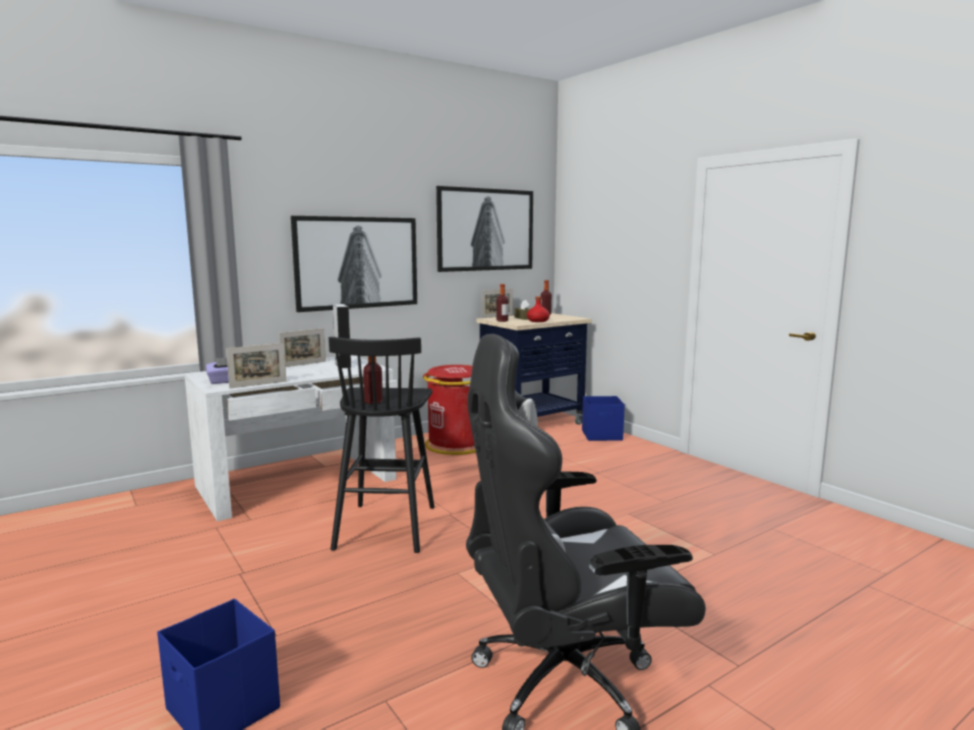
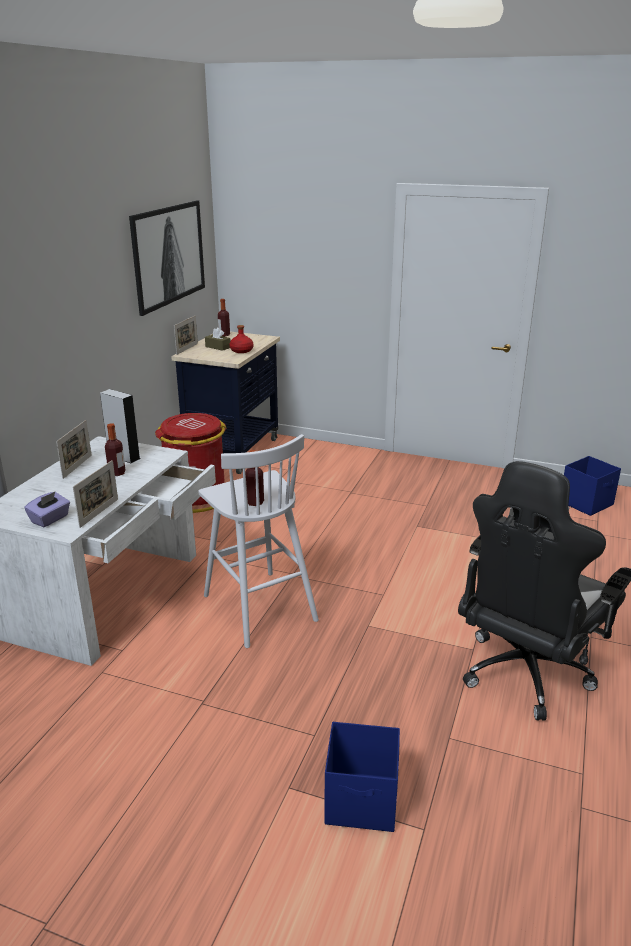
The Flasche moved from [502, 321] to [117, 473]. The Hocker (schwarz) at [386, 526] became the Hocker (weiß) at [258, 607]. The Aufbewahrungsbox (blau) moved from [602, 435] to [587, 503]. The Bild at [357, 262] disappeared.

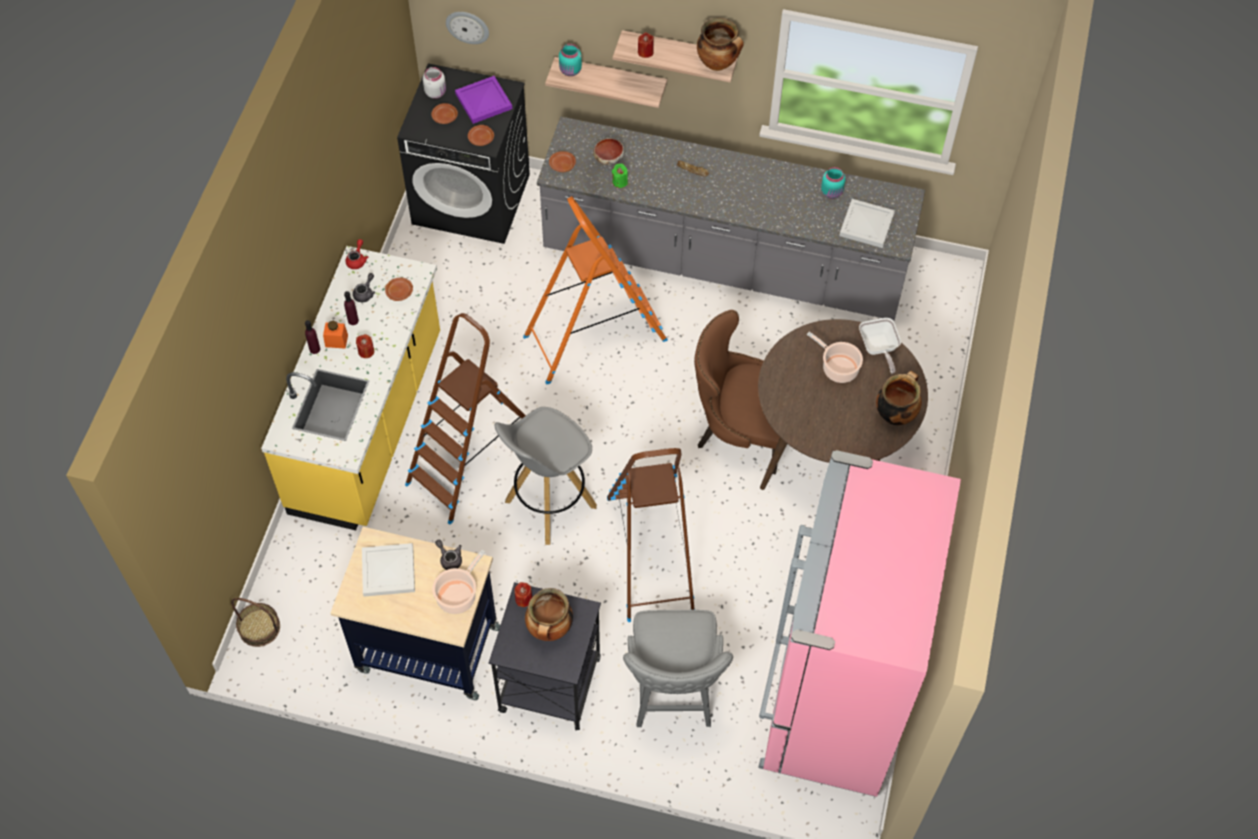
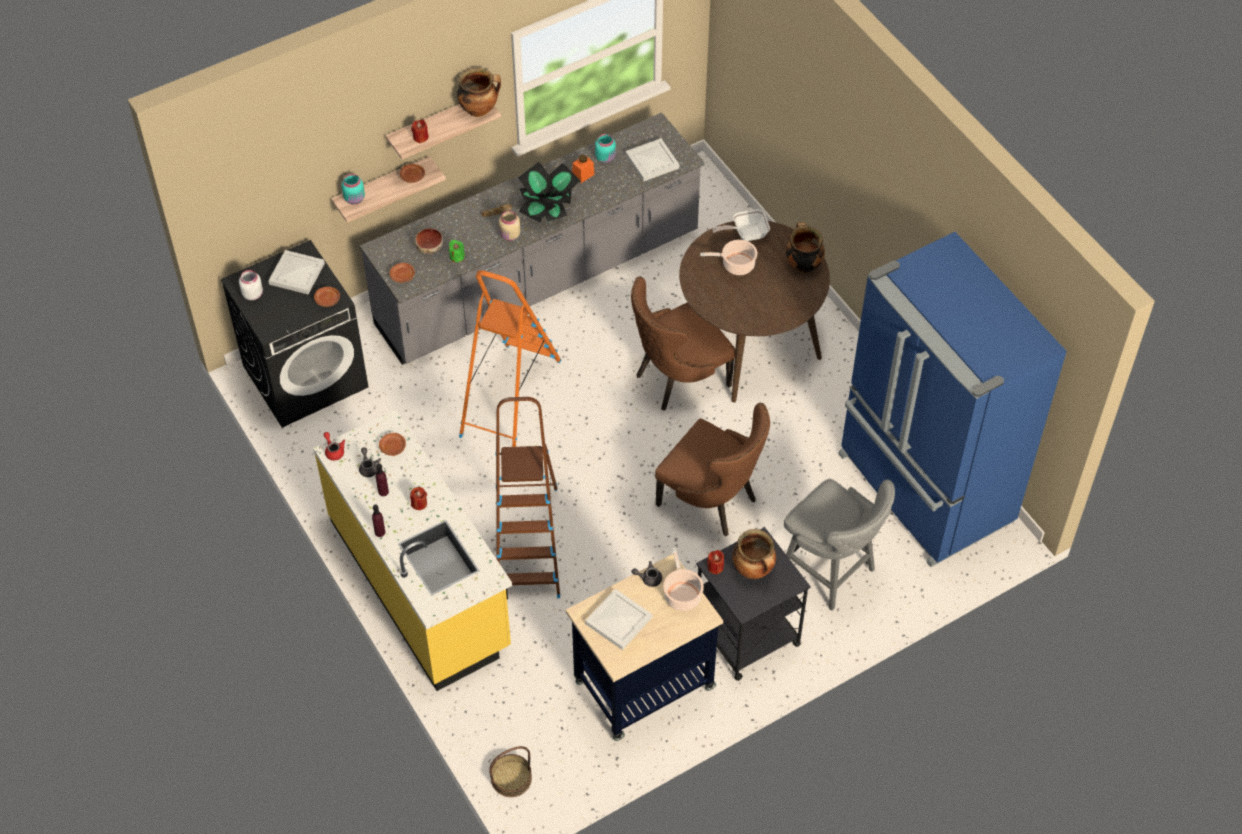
The Tablett (lila) at [484, 100] became the Tablett (weiß) at [296, 273]. The Teller (braun) moved from [445, 117] to [413, 177]. The Vorratsglas (beige) at [510, 235] appeared. The Topfpflanze at [548, 209] appeared. The Vorratsglas (orange) moved from [336, 341] to [583, 175]. The Trittleiter (braun) at [649, 552] was replaced by the Stuhl (braun) at [711, 501]. The Pfanne at [878, 349] turned 135 degrees clockwise. The Kühlschrank (rosa) at [830, 699] became the Kühlschrank (blau) at [923, 490]. The Wanduhr at [467, 26] disappeared. The Hocker (grau) at [548, 504] disappeared.

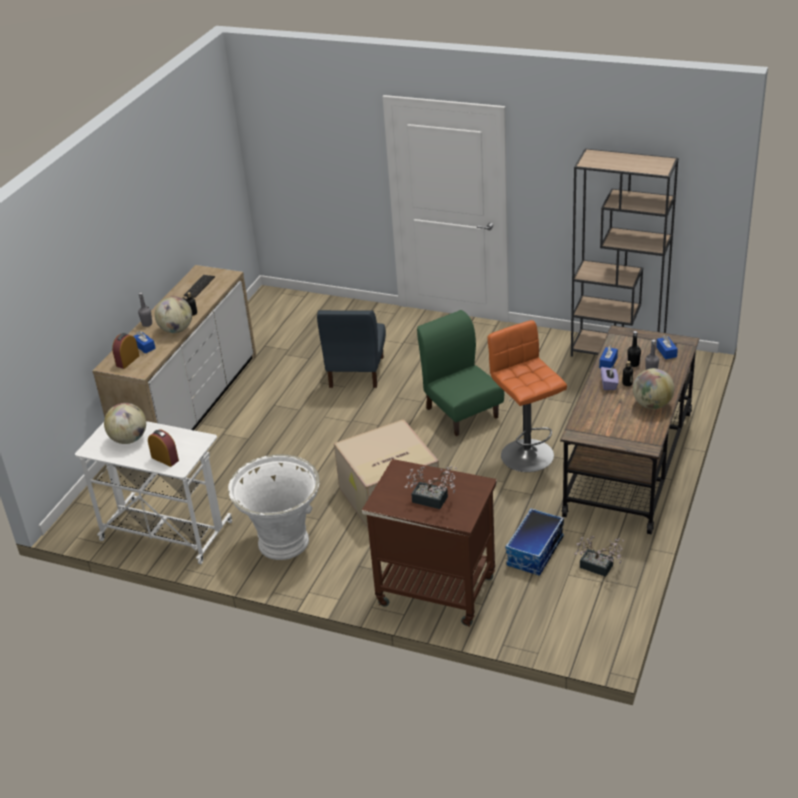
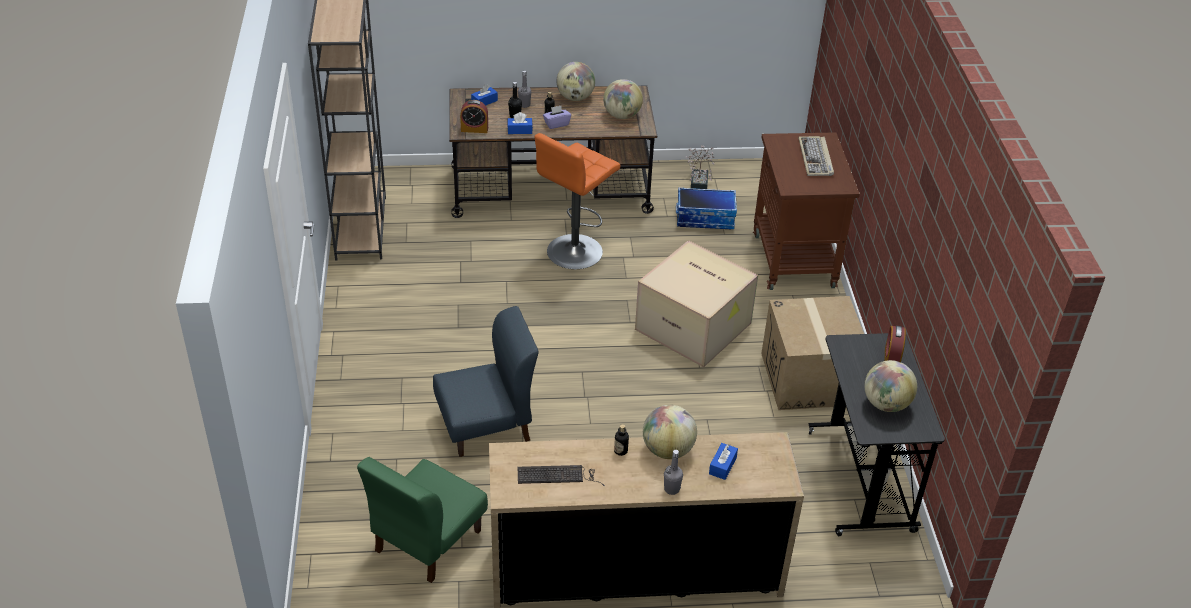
The Stuhl (grün) moved from [462, 412] to [427, 541]. The Wecker moved from [127, 361] to [474, 129]. The Globus at [622, 115] appeared. The Pflanzkübel (weiß) at [283, 543] was replaced by the Karton at [809, 379]. The Topfpflanze at [433, 500] was replaced by the Tastatur at [816, 158]. The Schreibtisch (weiß) at [166, 531] became the Schreibtisch (schwarz) at [860, 480].

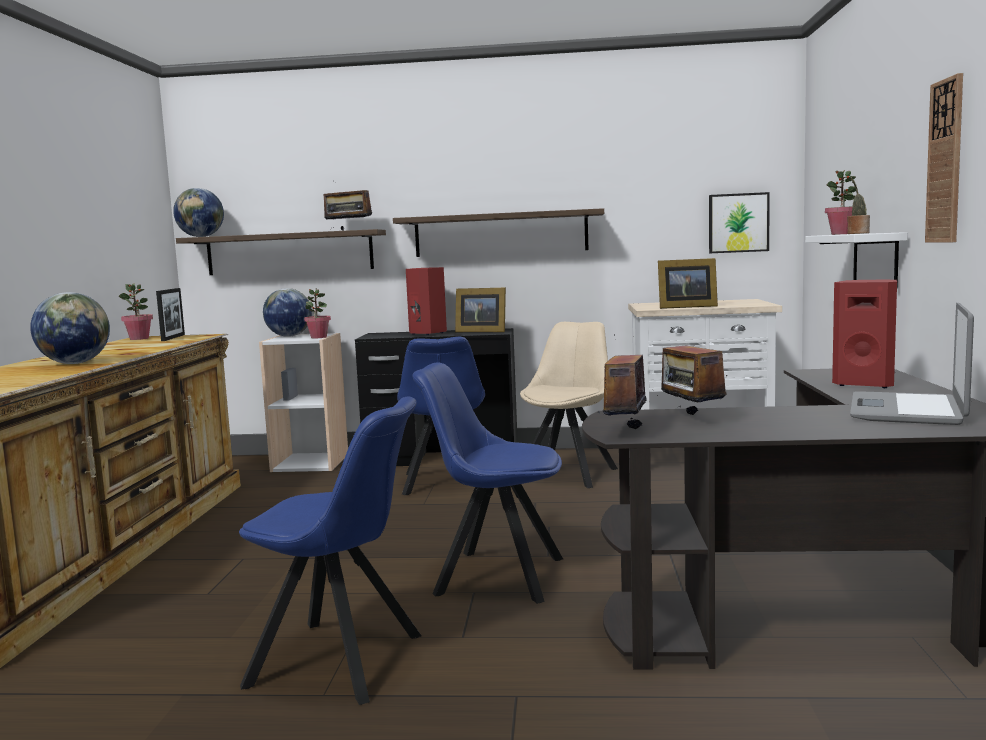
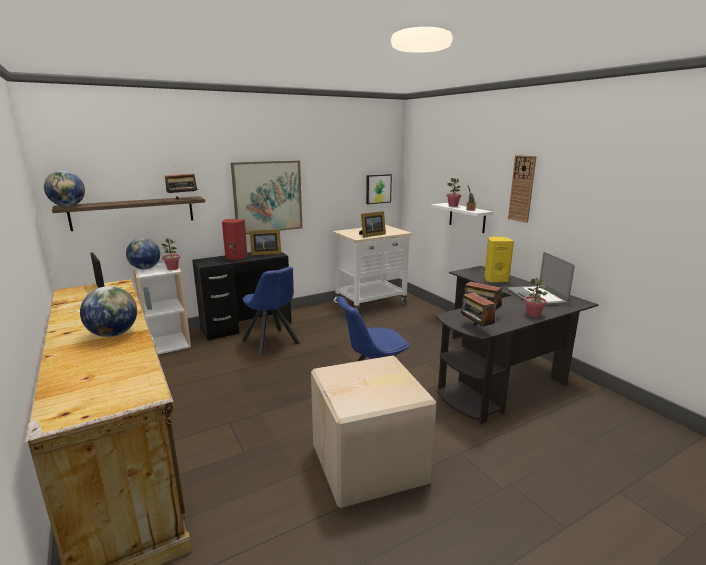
The Wandregal at [501, 234] was replaced by the Bild at [268, 197]. The Stuhl (blau) at [340, 660] was replaced by the Karton at [370, 464]. The Lautsprecher (rot) at [865, 384] became the Lautsprecher (gelb) at [495, 280]. The Topfpflanze moved from [139, 339] to [533, 315]. The Stuhl (beige) at [568, 473] disappeared.

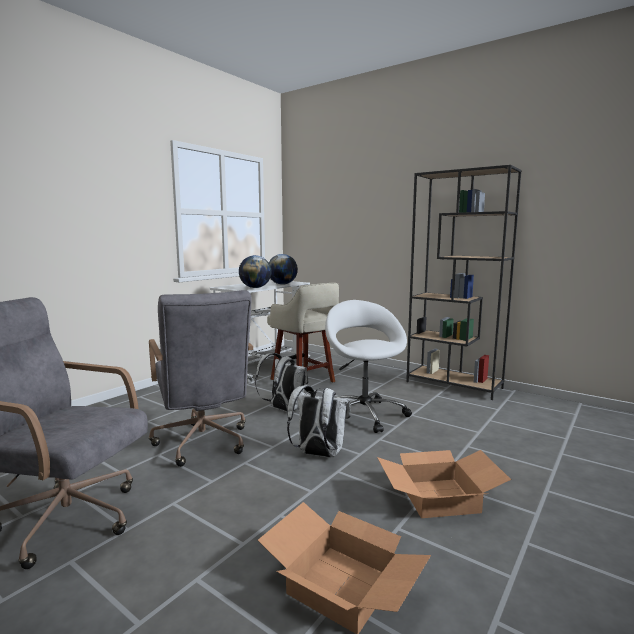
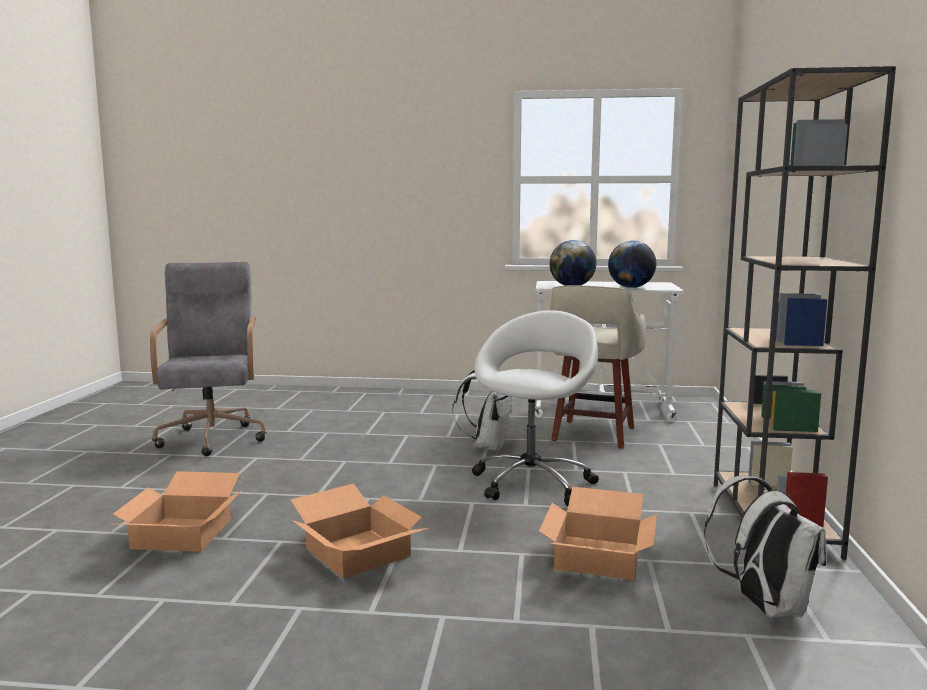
The Karton at [599, 557] appeared. The Rucksack (weiß) moved from [318, 454] to [764, 606]. The Bürostuhl (grau) at [203, 445] disappeared.

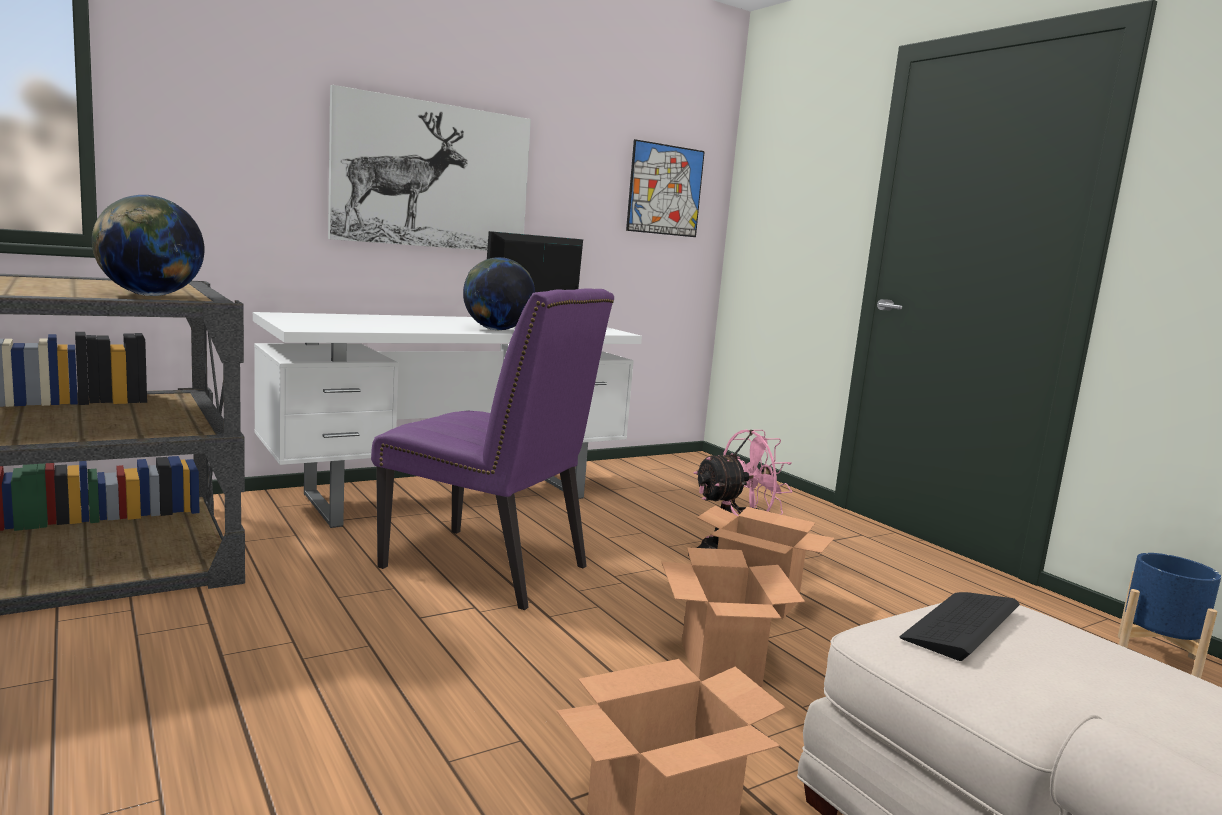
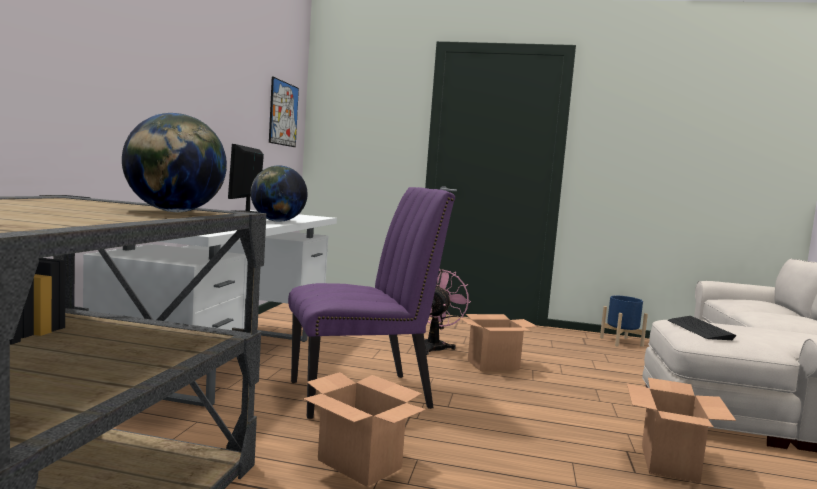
The Karton moved from [720, 665] to [360, 464]. The Bild at [432, 176] disappeared.

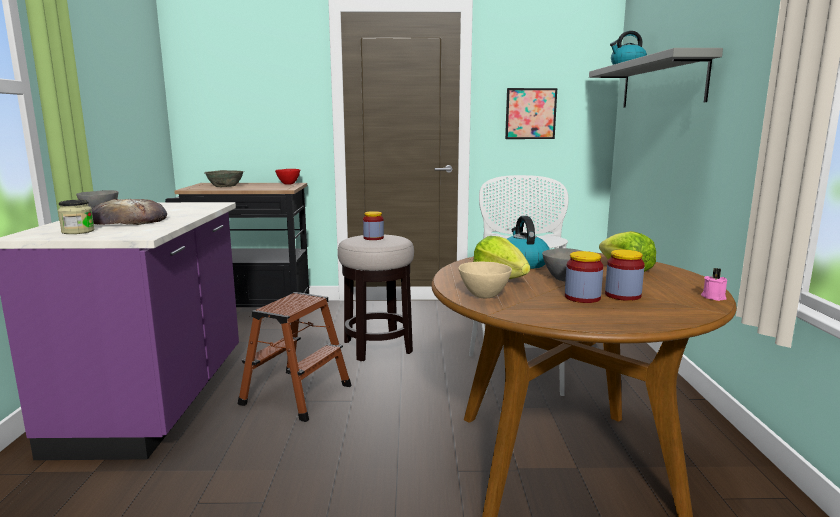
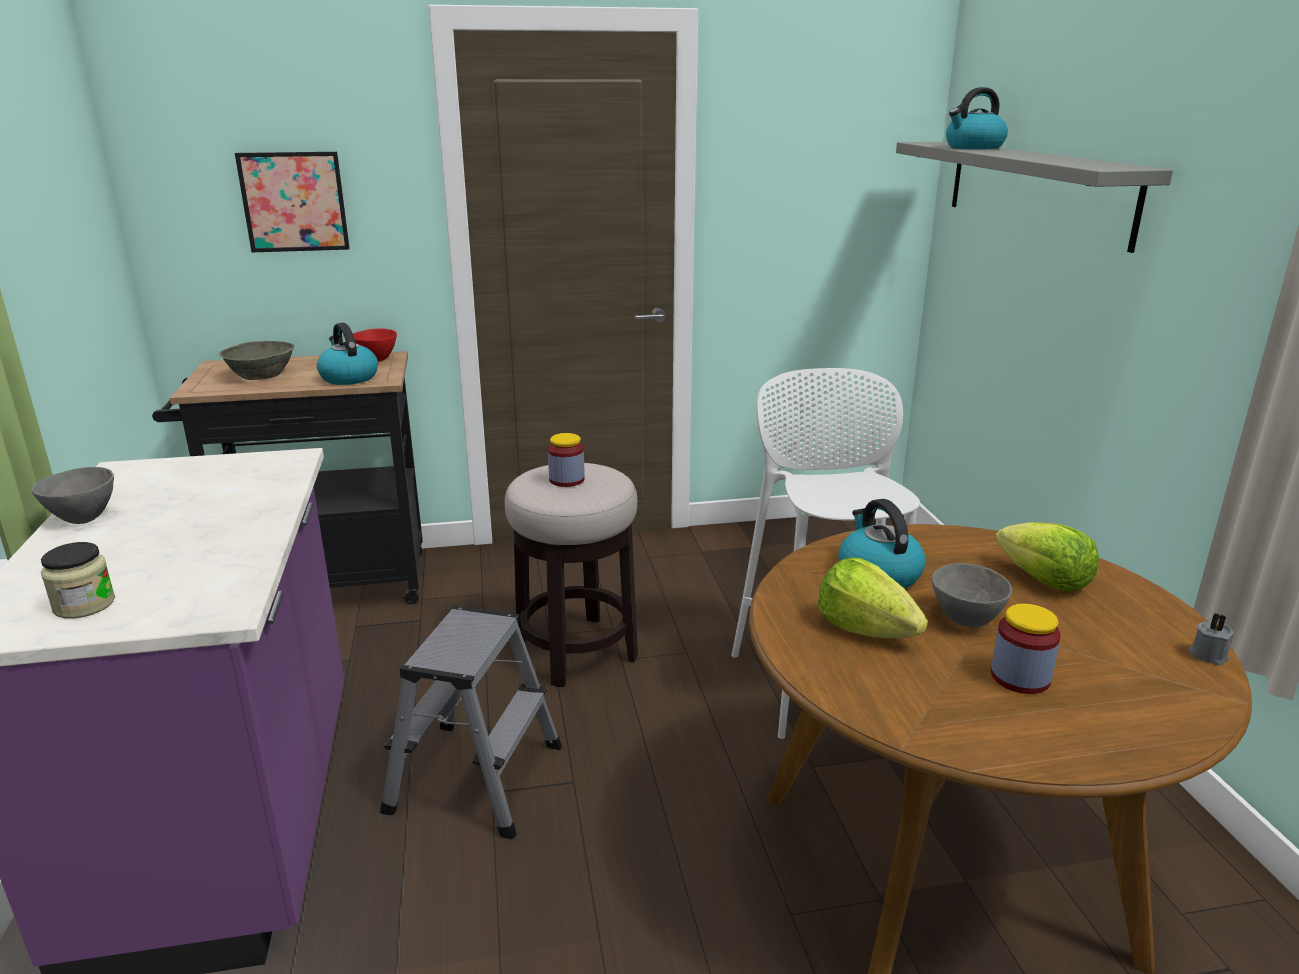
The Bild moved from [530, 113] to [294, 202]. The Wasserkessel at [348, 377] appeared. The Trittleiter (braun) at [296, 394] became the Trittleiter (grau) at [475, 777]. The Kerze (rosa) at [713, 297] became the Kerze (grau) at [1208, 654]. The Brot at [127, 220] disappeared. The Schüssel (beige) at [483, 296] disappeared. The Vorratsglas at [622, 295] disappeared.

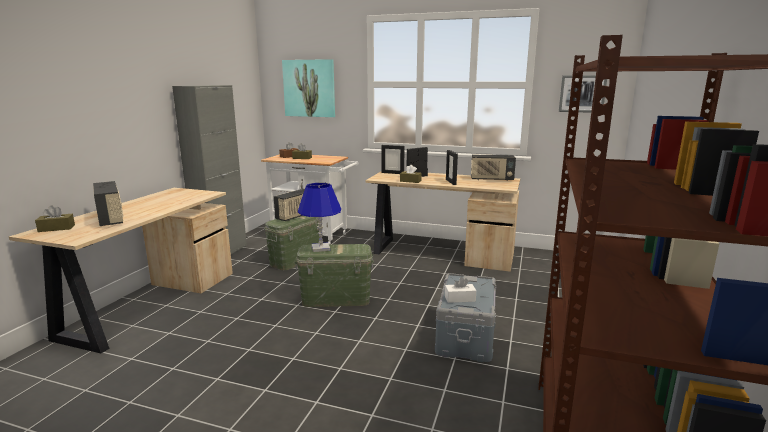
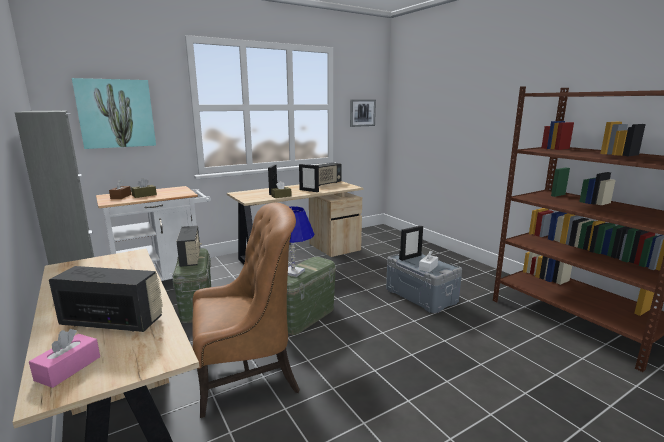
The Taschentuchbox (braun) at [56, 228] became the Taschentuchbox (rosa) at [68, 368]. The Stuhl (braun) at [248, 374] appeared. The Bilderrahmen moved from [392, 173] to [410, 257].

